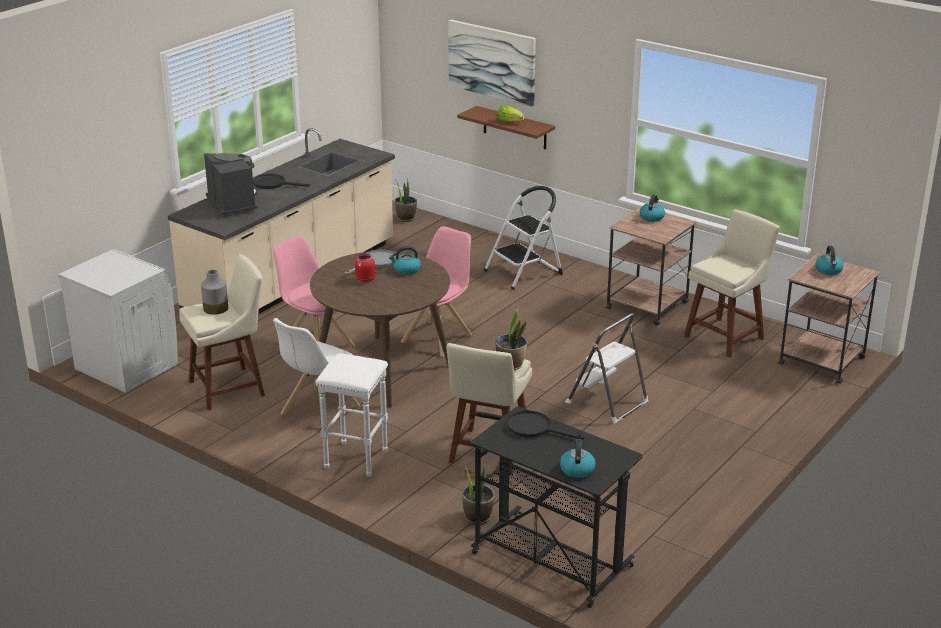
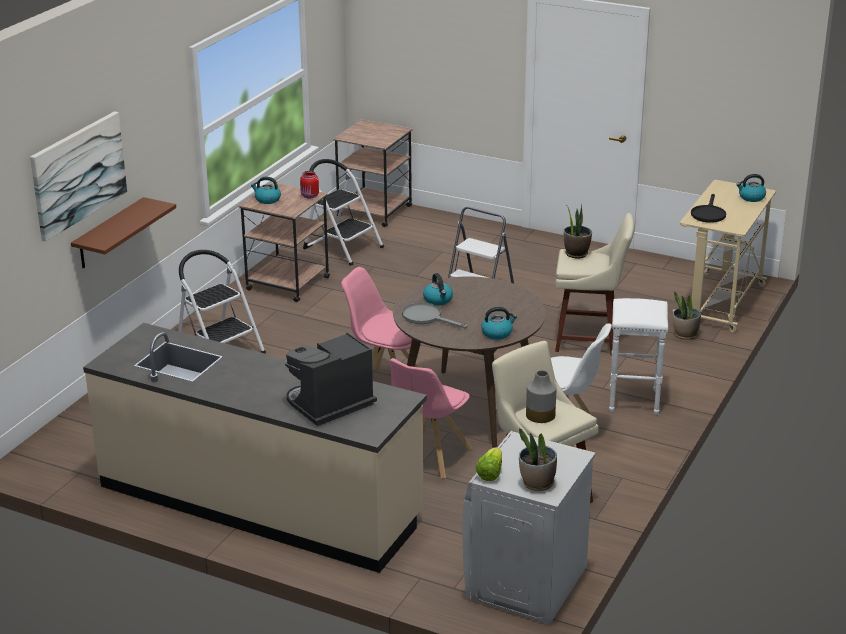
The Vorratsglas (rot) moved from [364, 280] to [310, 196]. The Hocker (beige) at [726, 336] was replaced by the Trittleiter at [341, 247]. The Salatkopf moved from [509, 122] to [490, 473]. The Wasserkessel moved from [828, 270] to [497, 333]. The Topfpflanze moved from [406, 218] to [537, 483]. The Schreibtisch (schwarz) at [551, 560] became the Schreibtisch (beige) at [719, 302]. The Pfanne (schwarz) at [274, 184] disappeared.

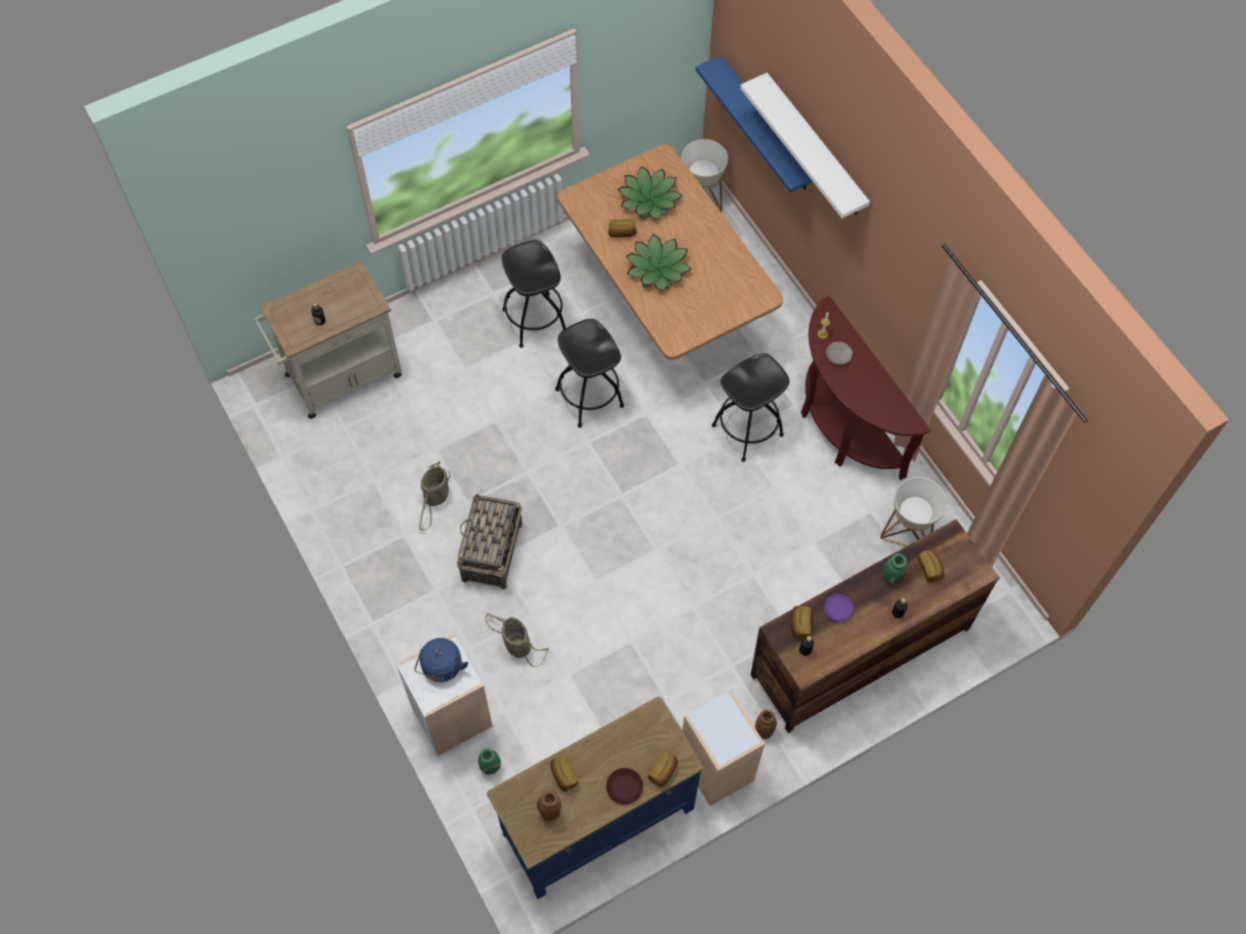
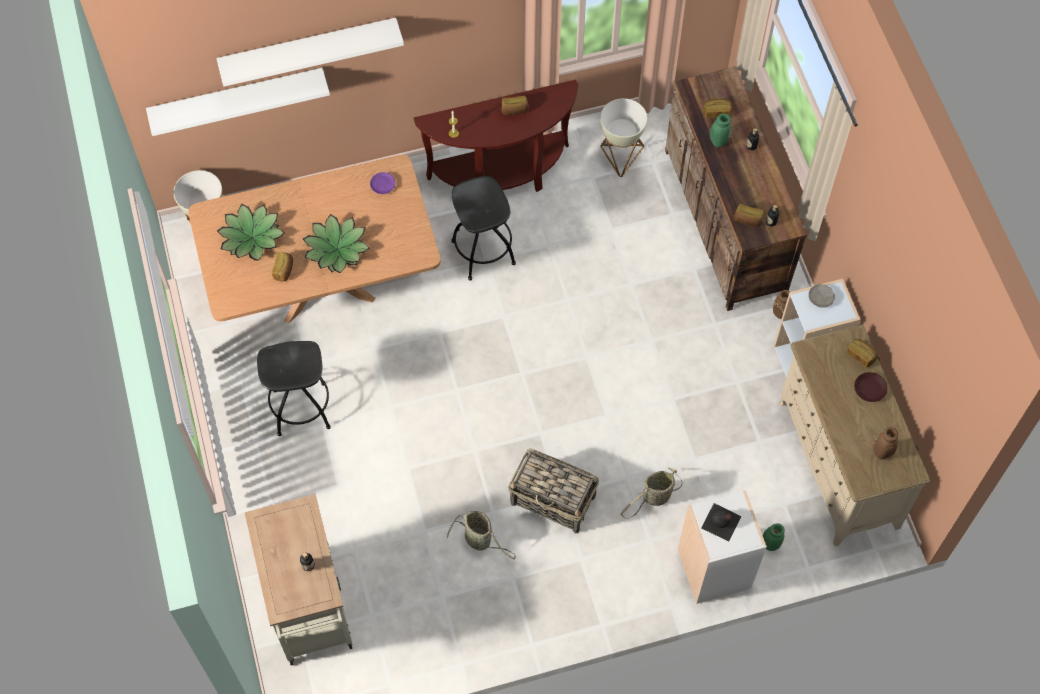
The Wandregal (blau) at [766, 125] became the Wandregal (weiß) at [237, 97]. The Teller (lila) moved from [837, 609] to [382, 186]. The Brot moved from [563, 776] to [514, 110]. The Wasserkessel (blau) at [442, 668] was replaced by the Flasche (schwarz) at [721, 522]. The Kommode (blau) at [596, 819] became the Kommode (beige) at [835, 465]. The Teller (beige) moved from [838, 356] to [821, 298]. The Hocker (schwarz) at [589, 397] disappeared.

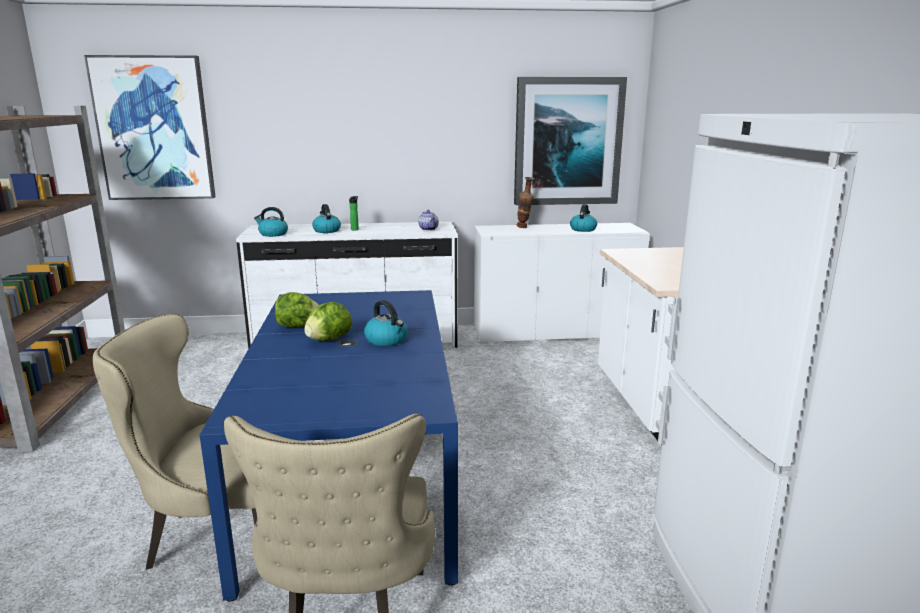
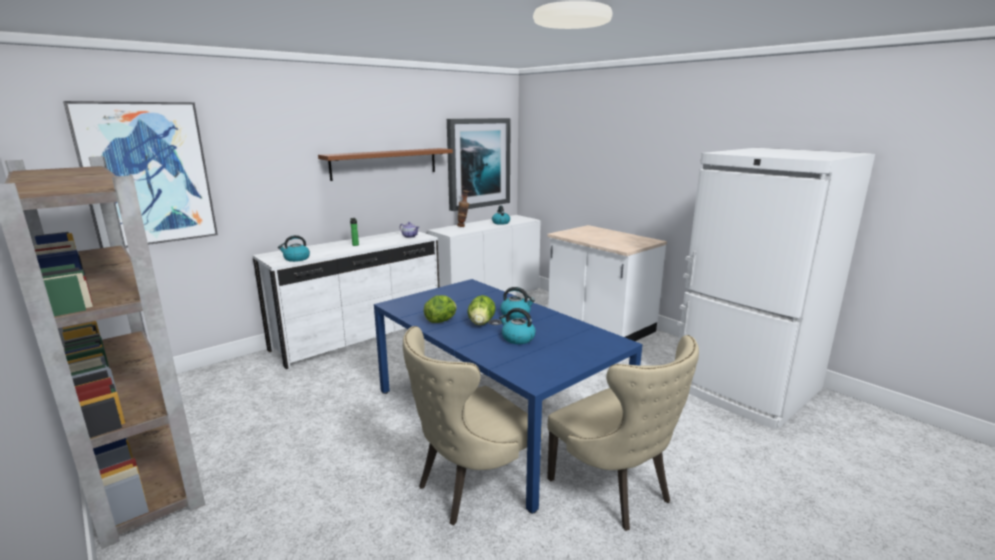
The Wandregal (braun) at [385, 163] appeared. The Wasserkessel moved from [326, 230] to [517, 338].

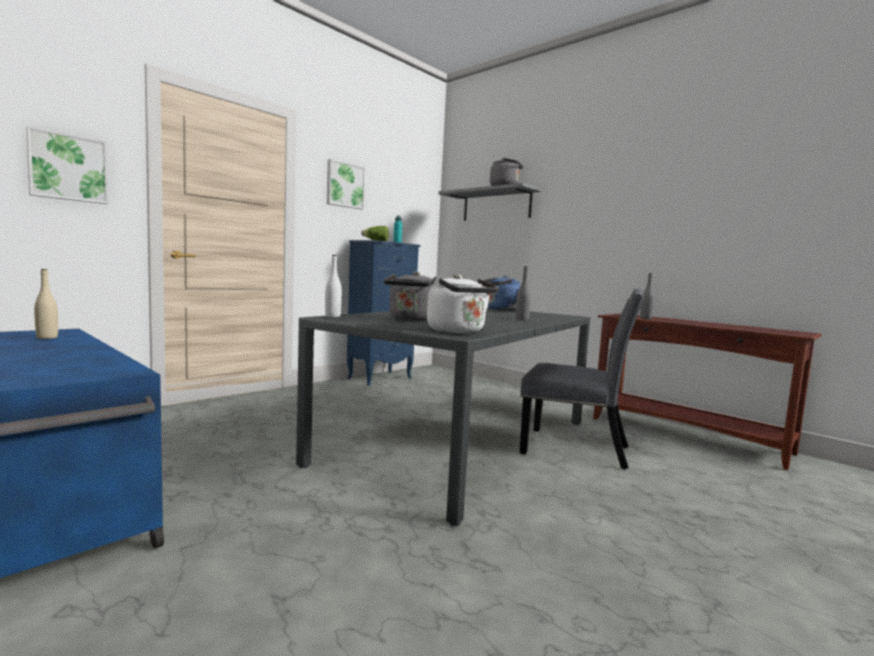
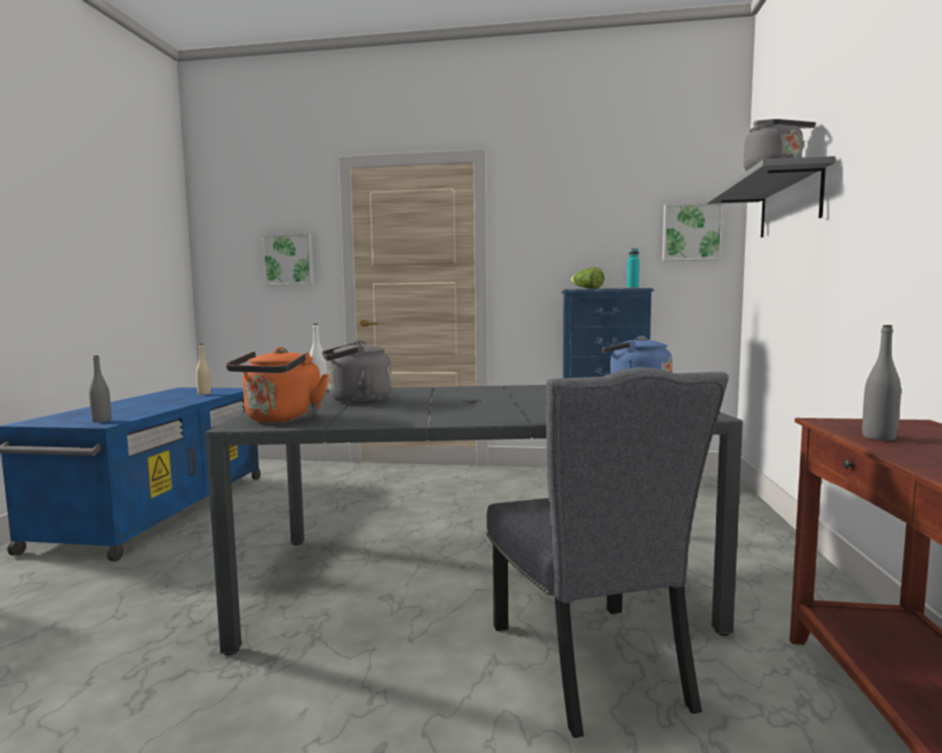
The Flasche (grau) moved from [522, 319] to [101, 421]. The Wasserkessel (weiß) at [458, 332] became the Wasserkessel (orange) at [281, 420]. The Bild moved from [345, 185] to [691, 232].

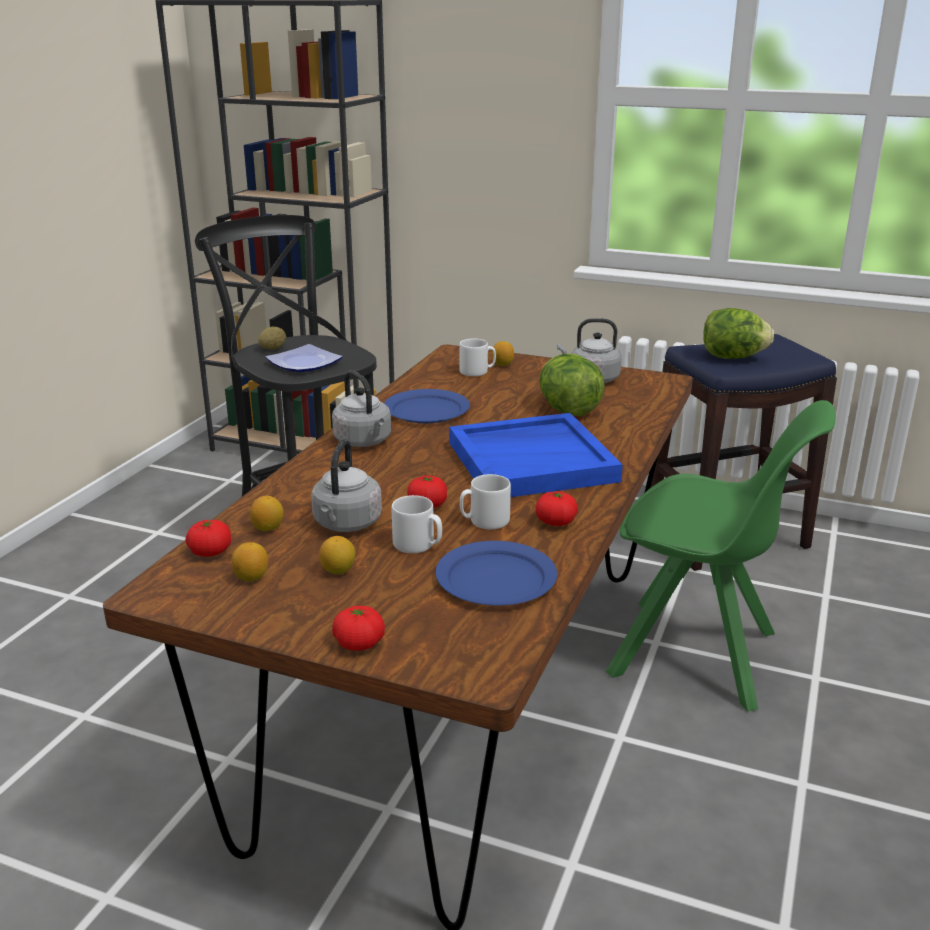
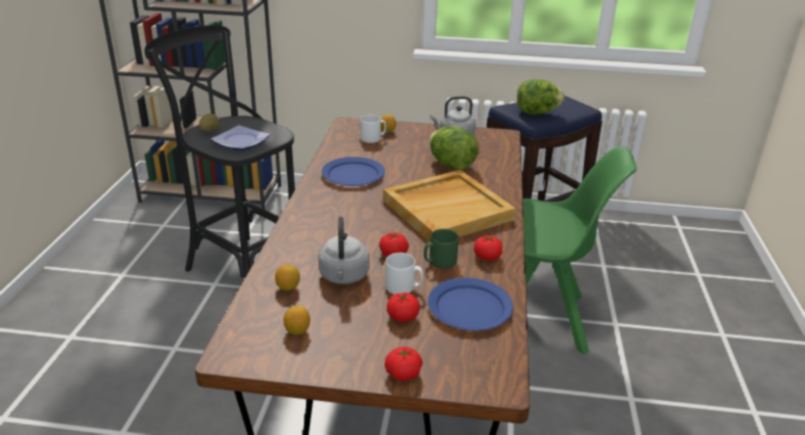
The Tablett (blau) at [532, 461] became the Tablett (beige) at [447, 209]. The Tomate moved from [210, 552] to [402, 316]. The Henkelbecher (weiß) at [484, 521] became the Henkelbecher (grün) at [439, 262]. The Zitrone at [338, 570] disappeared. The Wasserkessel (grau) at [364, 442] disappeared.

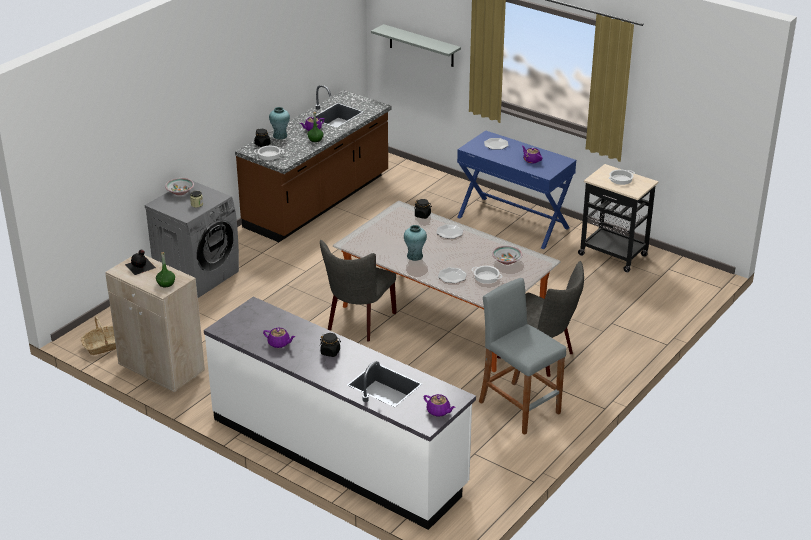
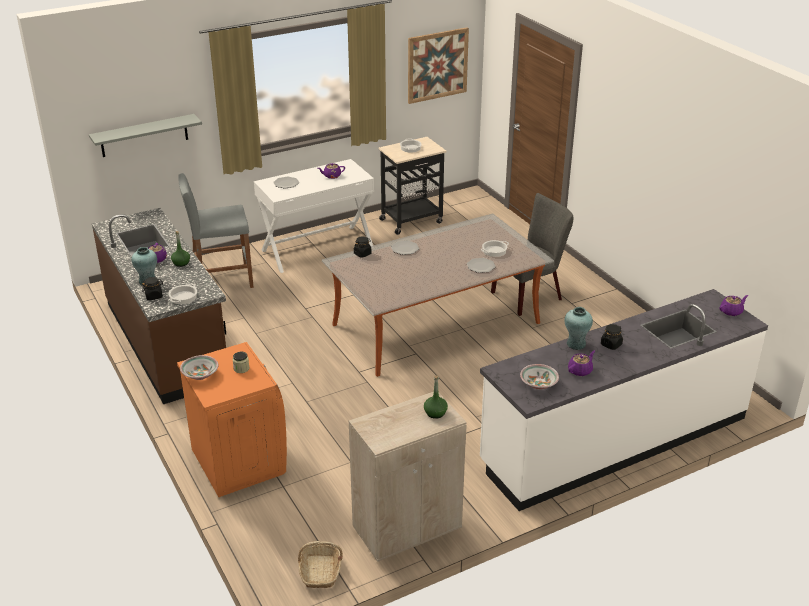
The Waschmaschine (grau) at [197, 278] became the Waschmaschine (orange) at [238, 462]. The Hocker (grau) moved from [519, 407] to [221, 280]. The Konsolentisch (blau) at [513, 222] became the Konsolentisch (weiß) at [317, 248]. The Bild at [437, 65] appeared. The Schüssel moved from [506, 261] to [538, 384]. The Vase (türkis) moved from [414, 256] to [576, 344]. The Flasche (schwarz) at [141, 266] disappeared. The Stuhl (grau) at [359, 323] disappeared.

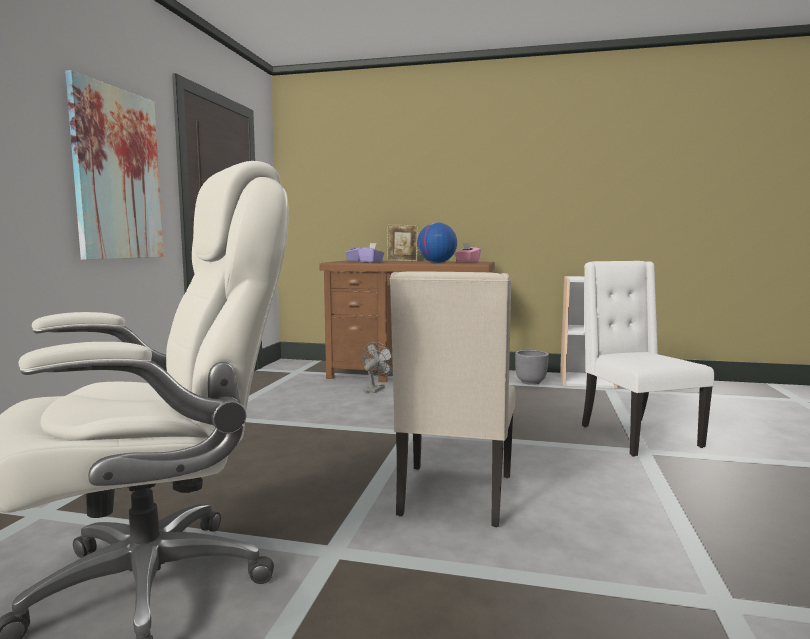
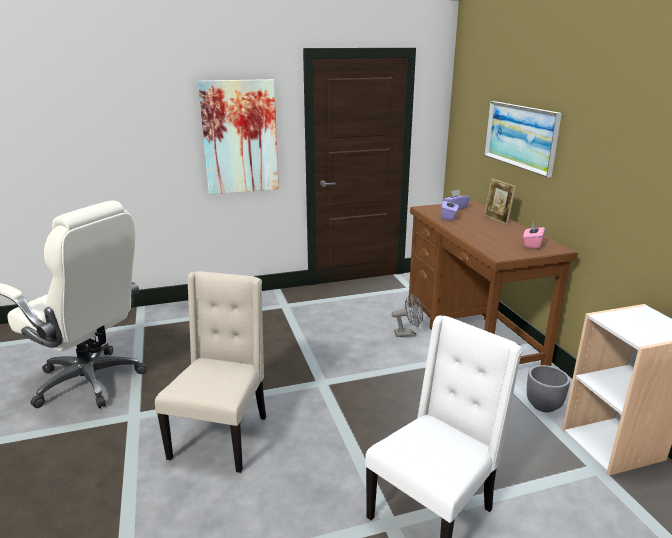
The Stuhl (beige) at [454, 496] turned 120 degrees clockwise. The Bild at [520, 136] appeared. The Globus at [436, 263] disappeared.

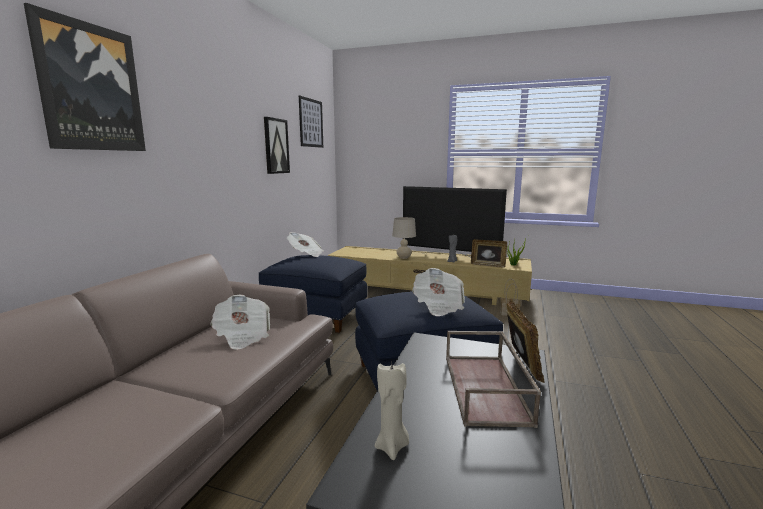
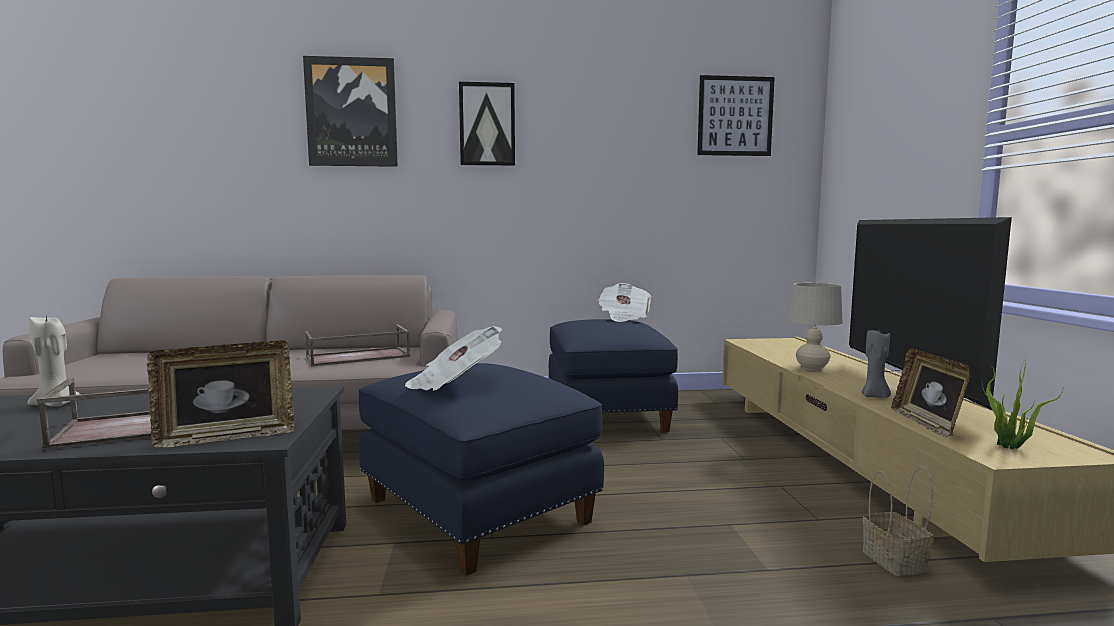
The Zeitung at [242, 336] was replaced by the Tablett (braun) at [357, 357]. The Bild moved from [276, 146] to [487, 124].

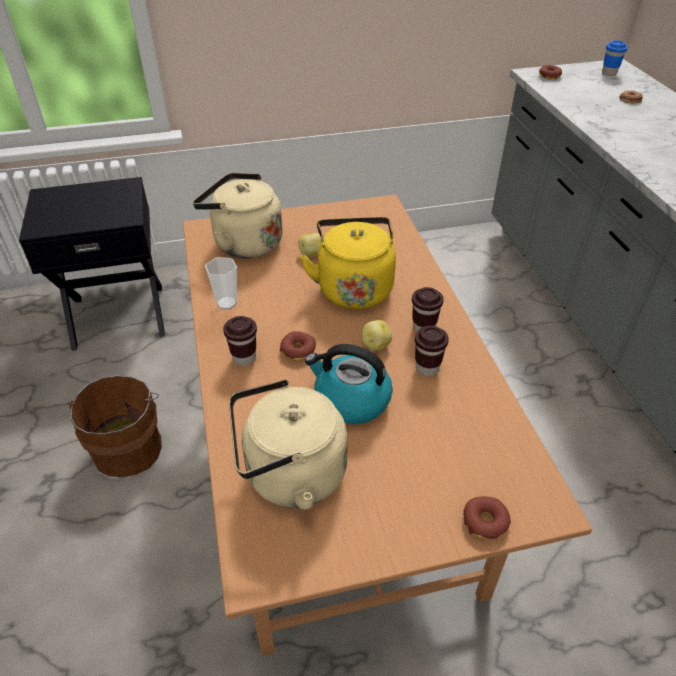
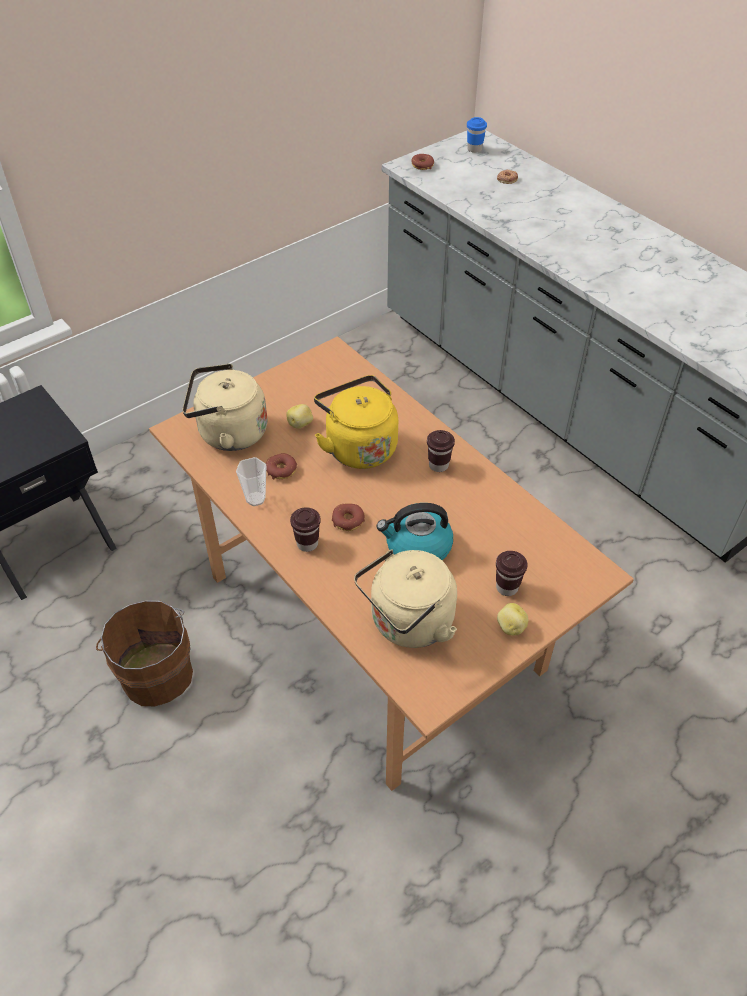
The Donut moved from [485, 521] to [281, 470]. The Tasse (braun) moved from [427, 368] to [507, 587]. The Kartoffel moved from [375, 345] to [510, 627].

